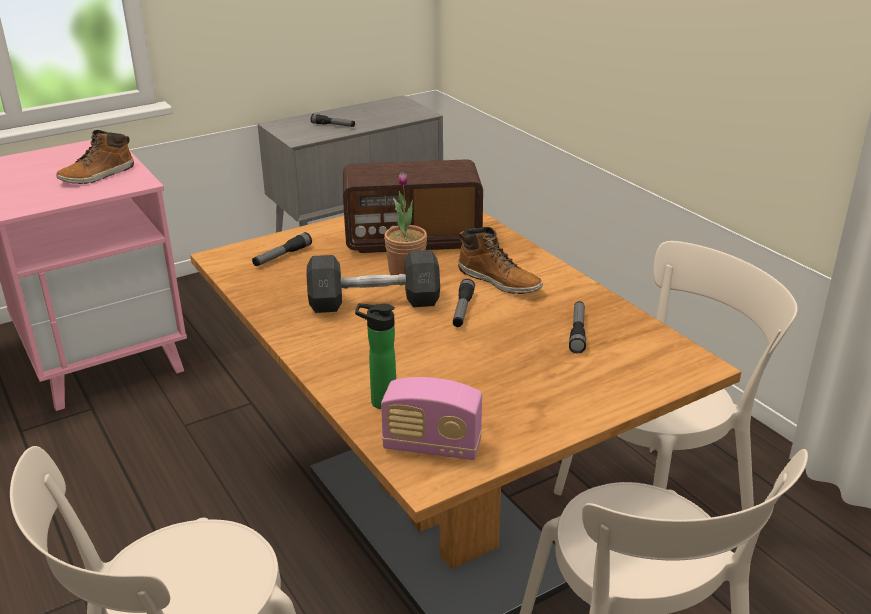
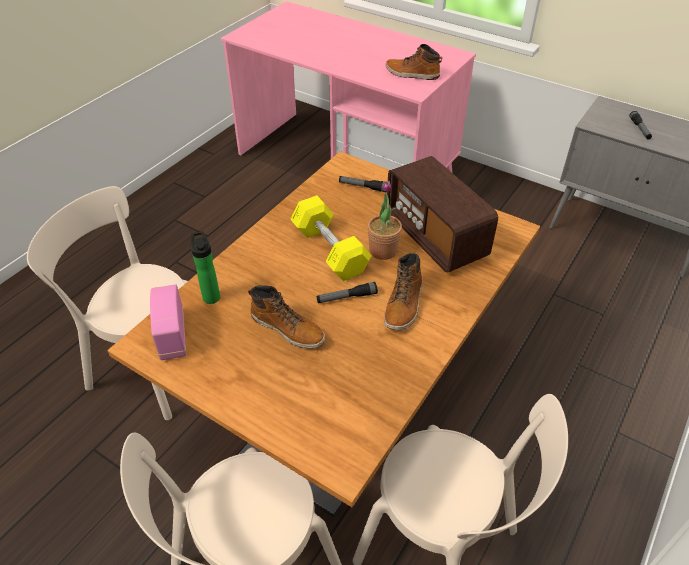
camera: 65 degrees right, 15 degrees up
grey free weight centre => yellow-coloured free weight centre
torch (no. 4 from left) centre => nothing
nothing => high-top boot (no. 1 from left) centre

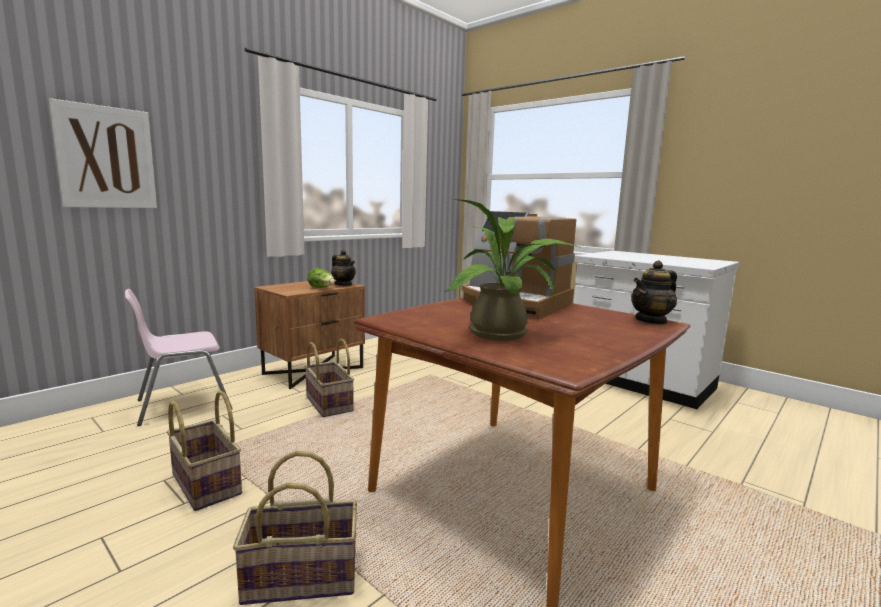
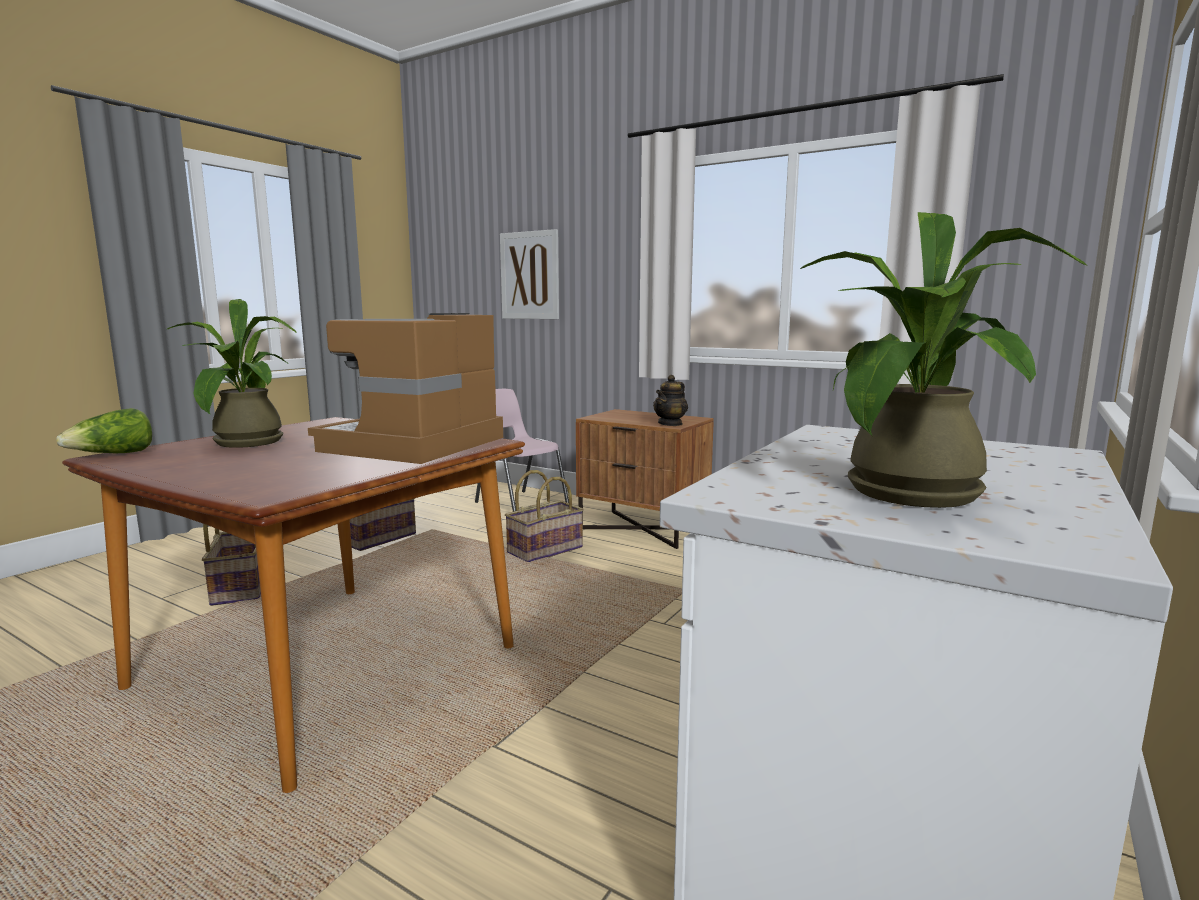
camera: 80 degrees right, 0 degrees up
teapot (no. 2 from left) middle right => nothing
lettuce centre => lettuce middle left, shifted
nothing => plant in a pot (no. 2 from left) middle right

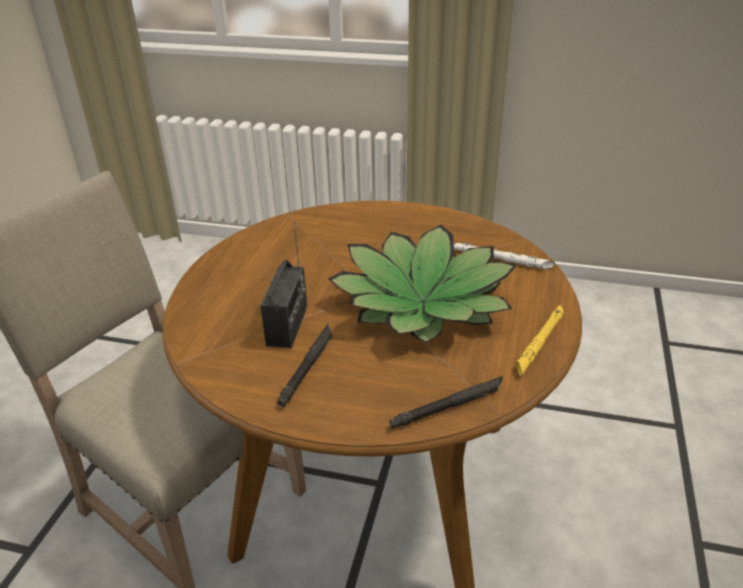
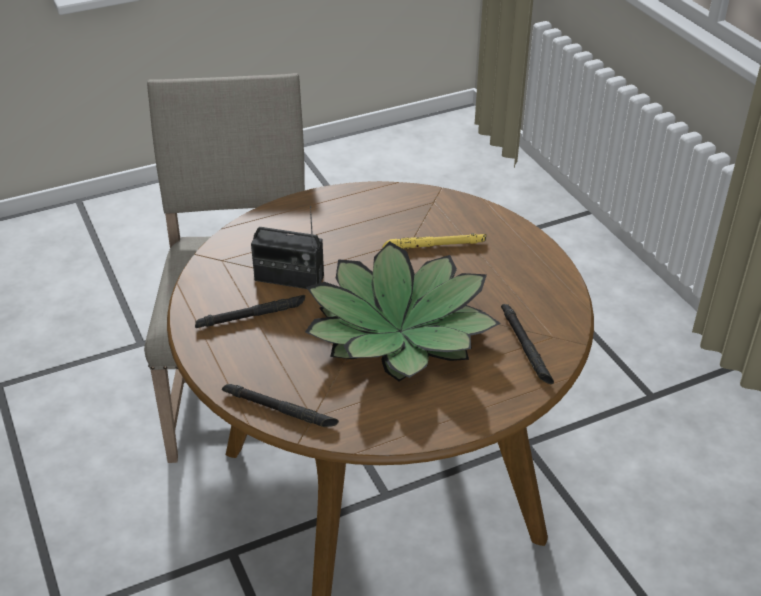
camera: 50 degrees right, 5 degrees up
radio centre, 45 degrees clockwise
whitish torch middle right => black-coloured torch (no. 3 from left) middle right
yellow-coloured torch middle right => yellow-coloured torch centre, shifted

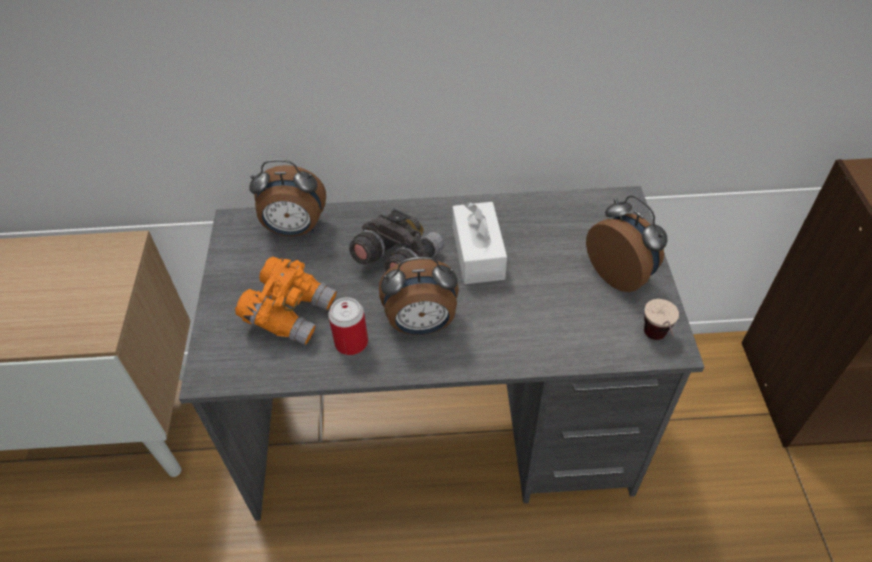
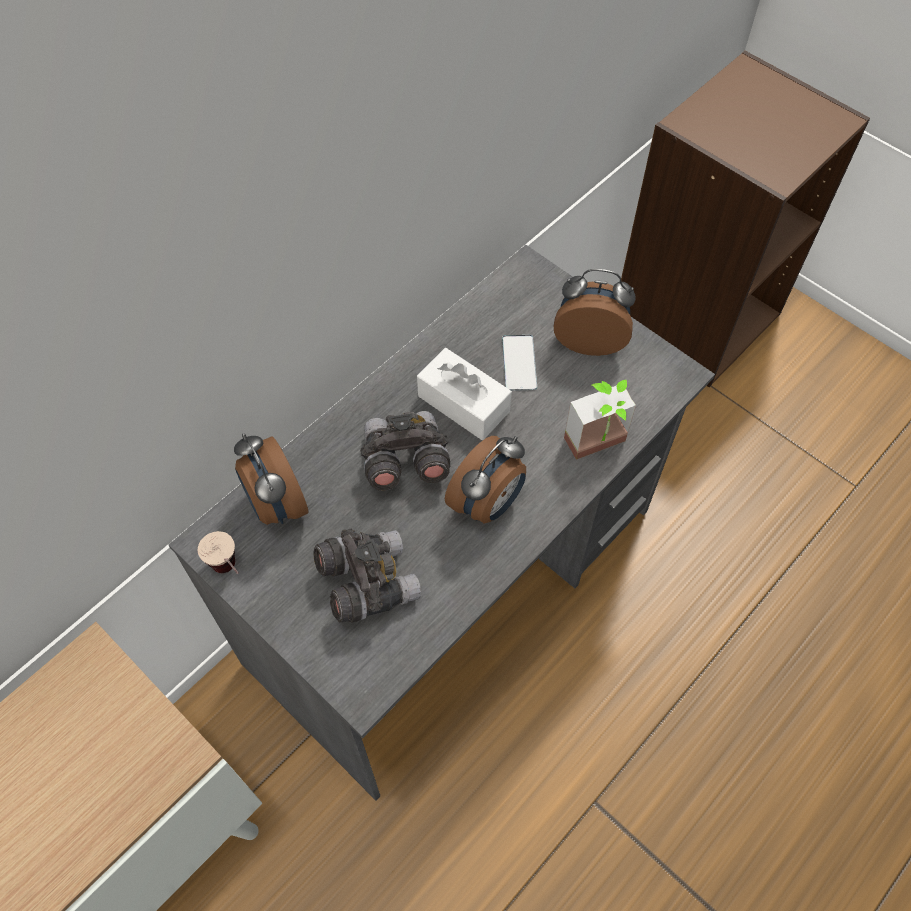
camera: 45 degrees left, 10 degrees up
alarm clock (no. 1 from left) middle left, 105 degrees clockwise
orange binoculars middle left => grey binoculars (no. 1 from left) centre
sealed can centre => nothing
drinking cup middle right => drinking cup middle left, shifted
nothing => phone centre
nothing => plant in a pot centre

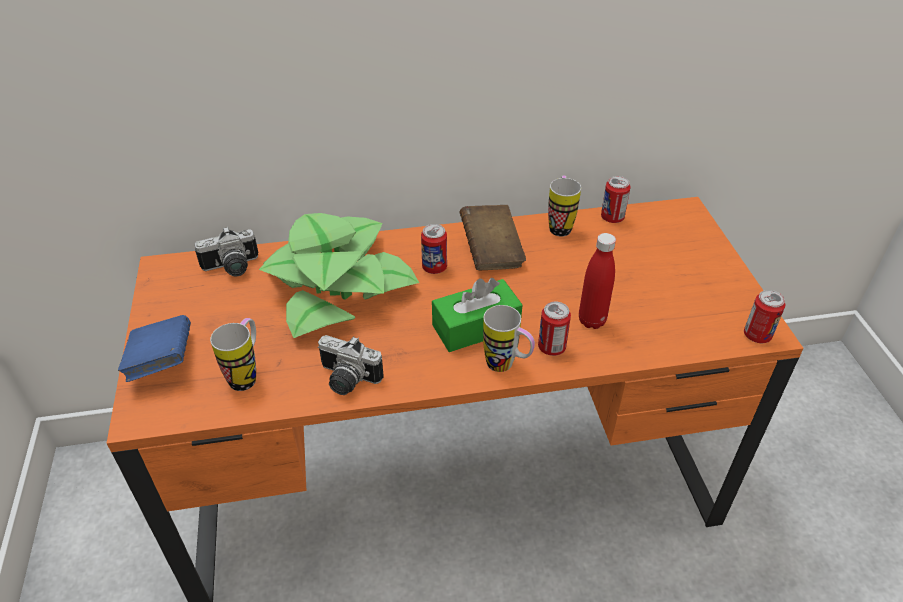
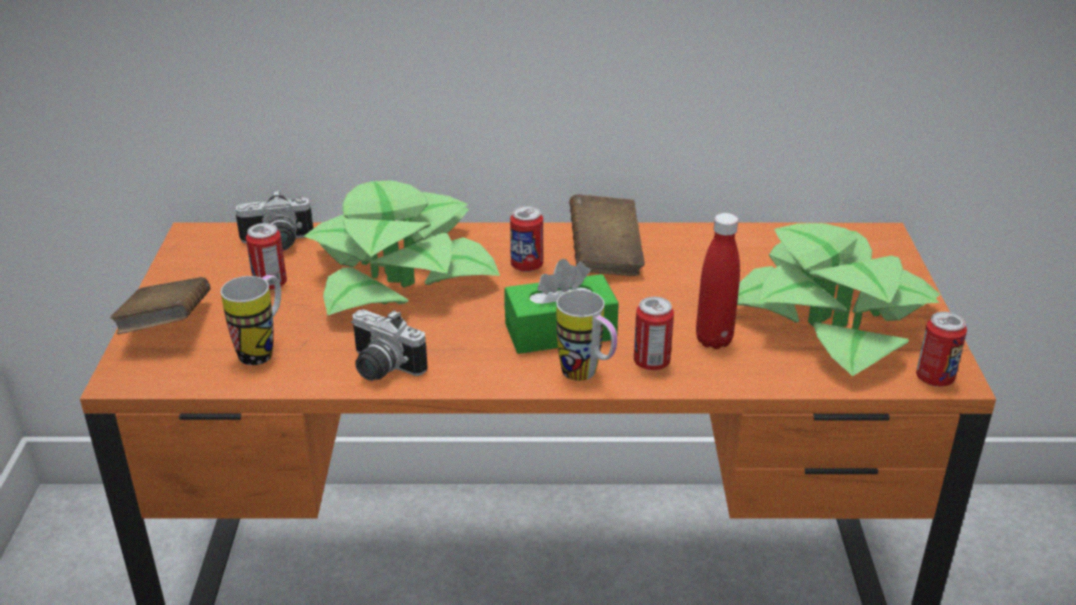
camera: 10 degrees right, 10 degrees down
coffee mug (no. 3 from left) centre => nothing
sealed can (no. 3 from left in the first image) top right => sealed can (no. 1 from left) middle left, shifted
blue book middle left => brown-coloured book (no. 1 from left) middle left
nothing => plant in a pot (no. 2 from left) middle right

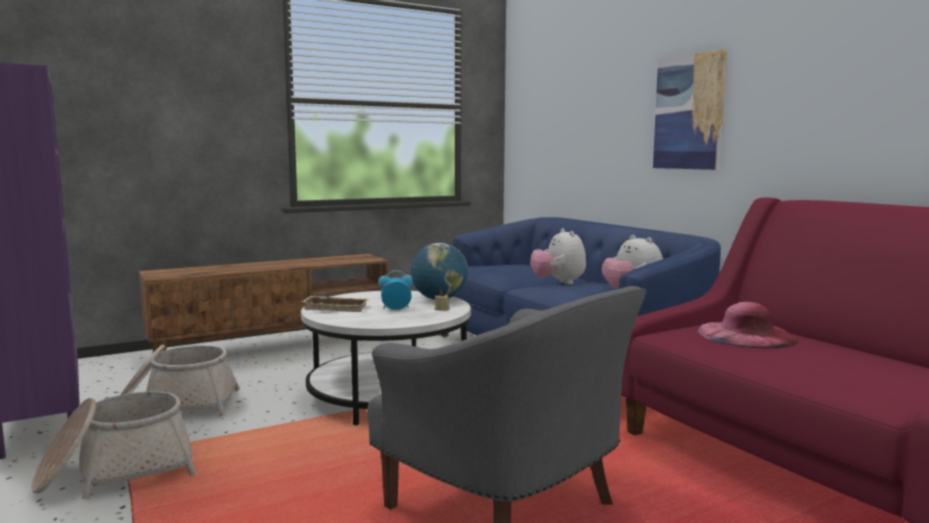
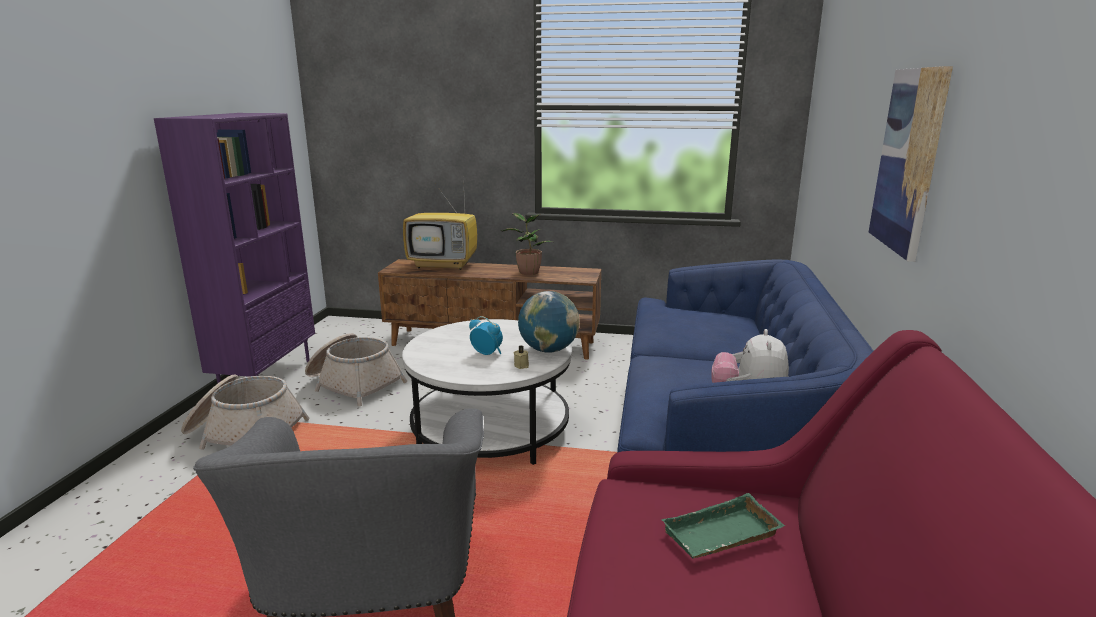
camera: 40 degrees right, 10 degrees up
plush toy (no. 1 from left) centre => nothing
beige serving tray centre => nothing
pink-coloured clothing hat middle right => green-coloured serving tray bottom centre
nothing => TV centre
nothing => plant in a pot centre

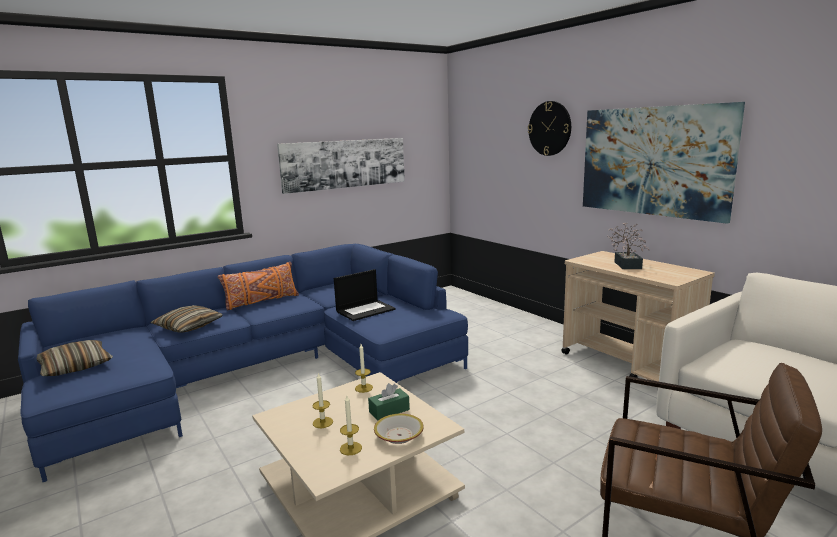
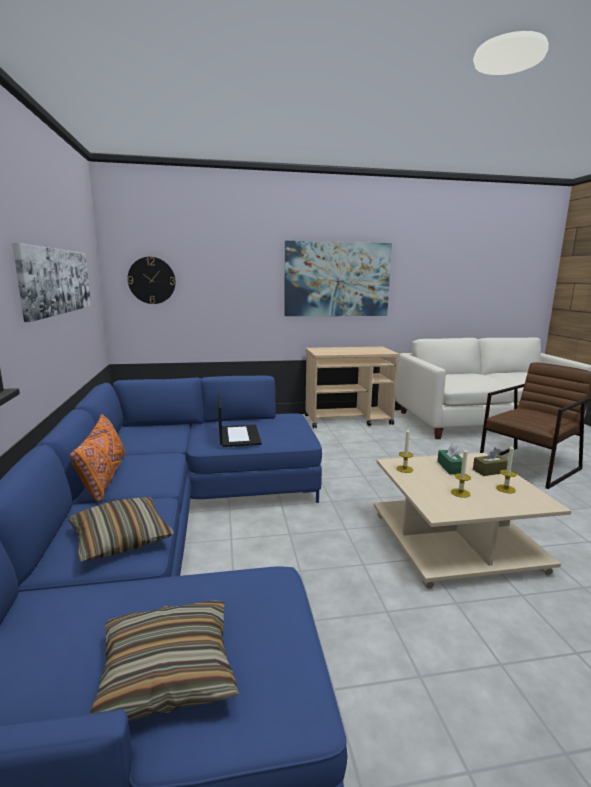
camera: 65 degrees left, 0 degrees up
clock on the wall top centre => clock on the wall middle left, shifted
plant in a pot middle right => nothing
deep dish bottom centre => brown-coloured tissue holder middle right

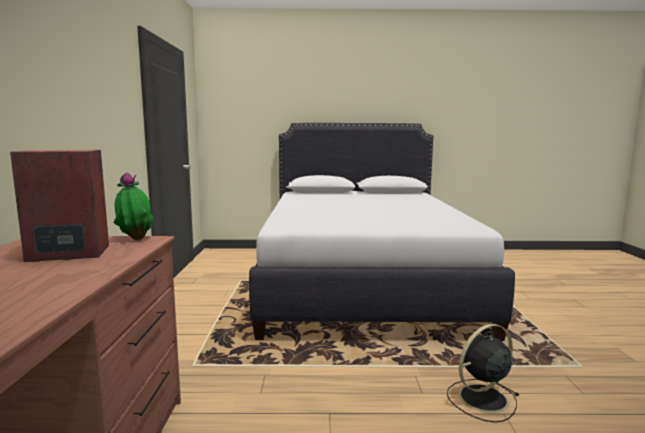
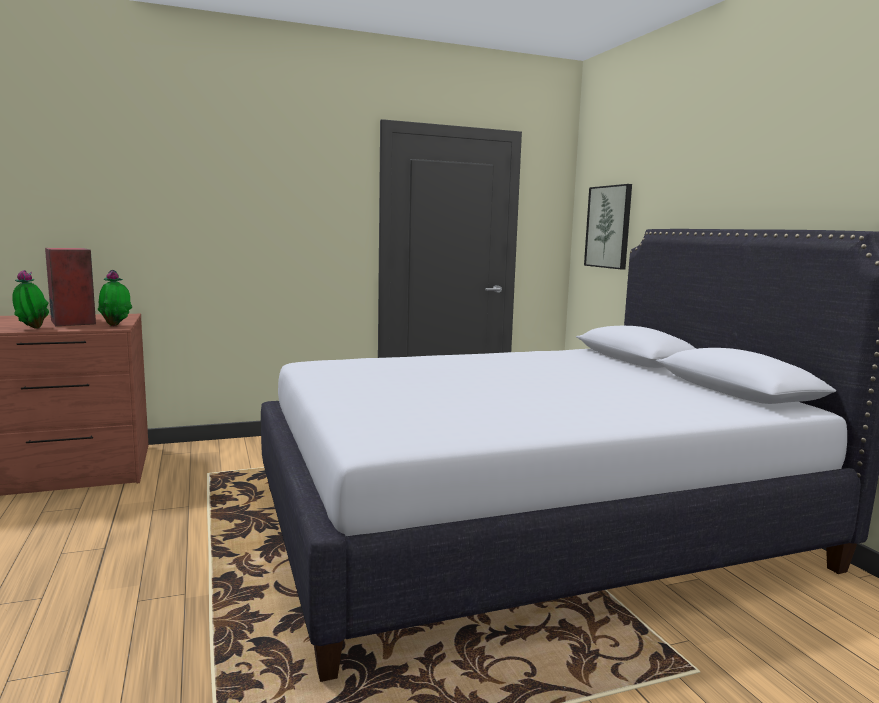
camera: 70 degrees right, 0 degrees up
black-coloured electric fan bottom right => nothing
nothing => wall art top right
nothing => plant in a pot (no. 1 from left) middle left

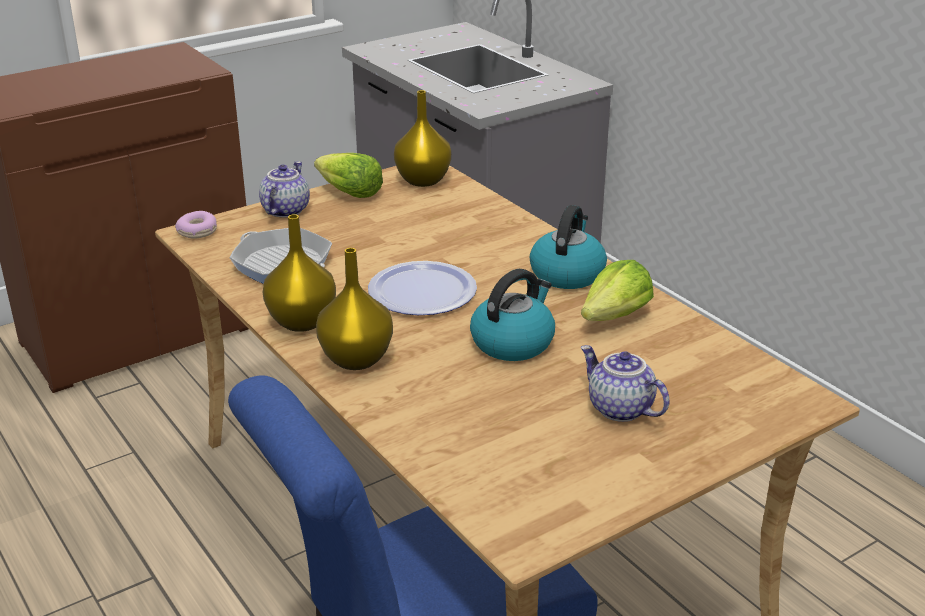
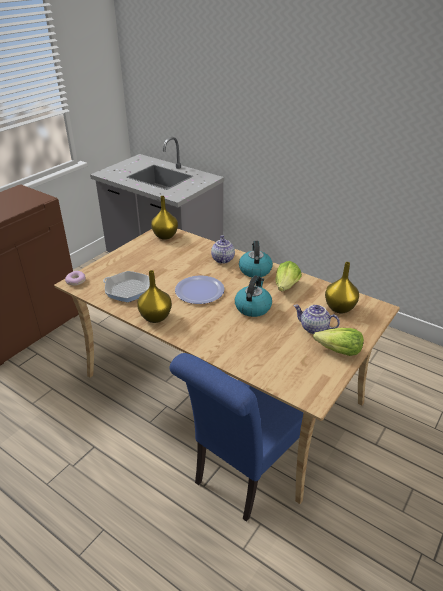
camera: 20 degrees left, 5 degrees up
lettuce (no. 1 from left in the first image) top centre => lettuce (no. 2 from left) middle right, shifted
teapot (no. 1 from left) top left => teapot (no. 1 from left) centre, shifted
yellow-coloured vase (no. 2 from left in the first image) centre => yellow-coloured vase (no. 3 from left) middle right, shifted

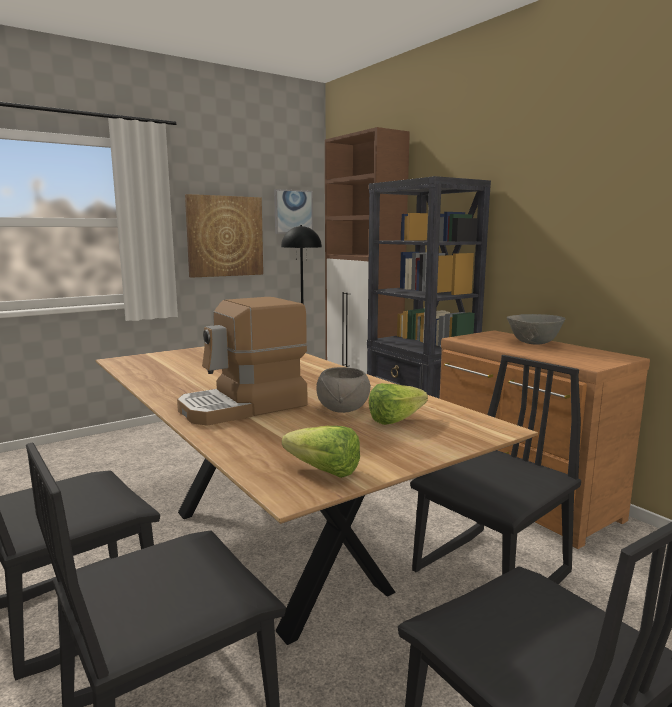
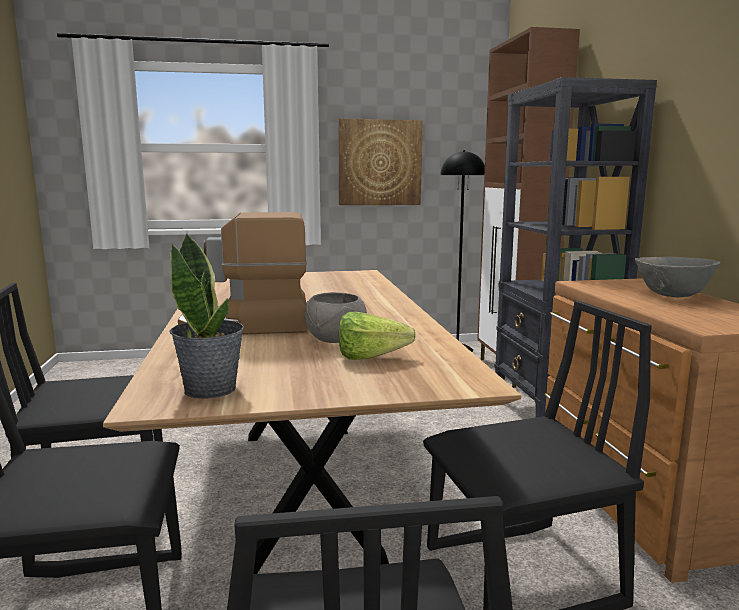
camera: 25 degrees right, 0 degrees up
wall art (no. 2 from left) top centre => nothing
lettuce (no. 1 from left) centre => plant in a pot middle left

